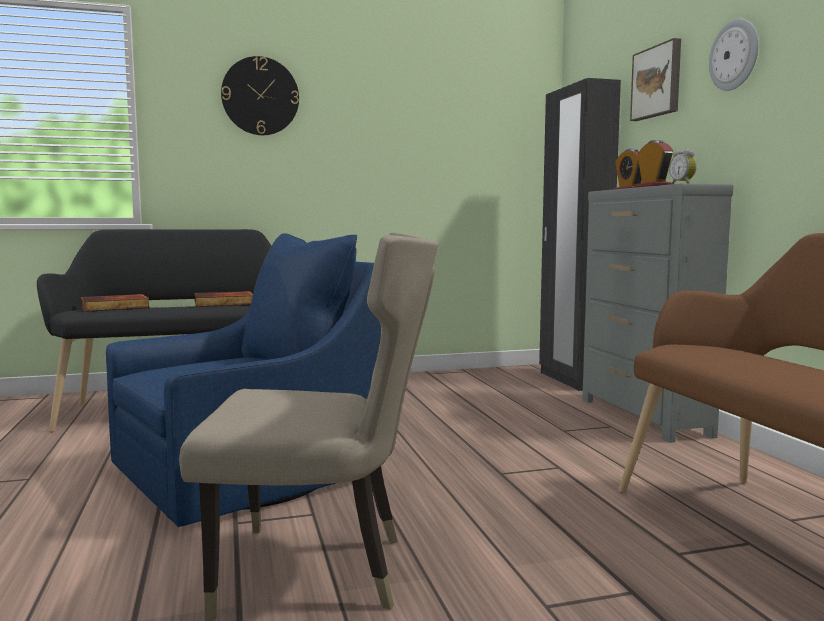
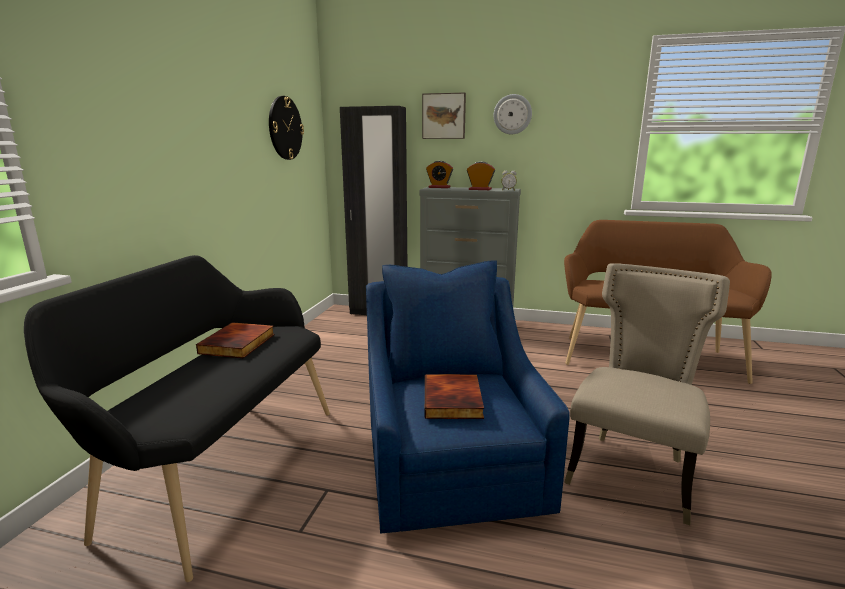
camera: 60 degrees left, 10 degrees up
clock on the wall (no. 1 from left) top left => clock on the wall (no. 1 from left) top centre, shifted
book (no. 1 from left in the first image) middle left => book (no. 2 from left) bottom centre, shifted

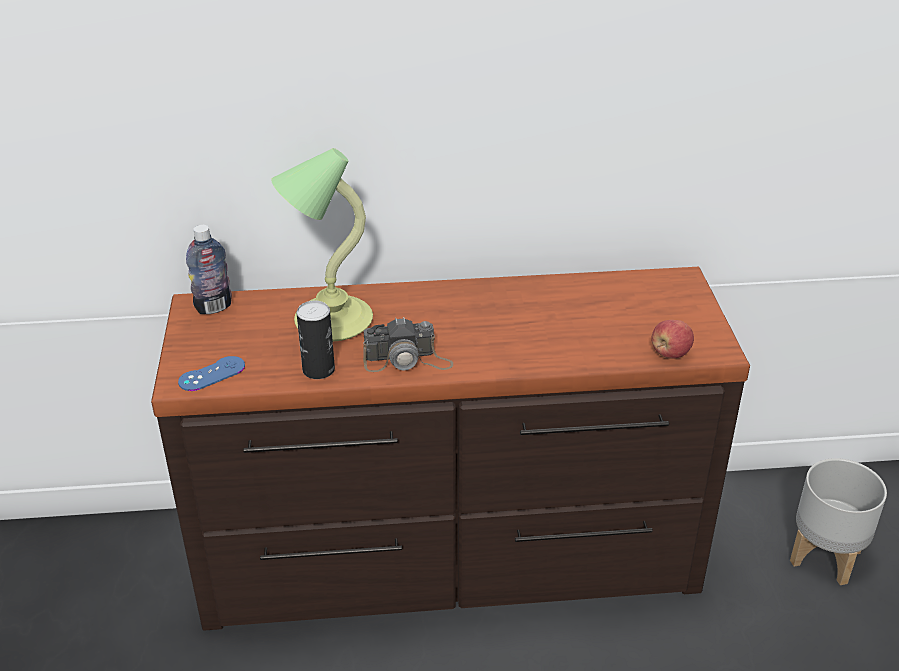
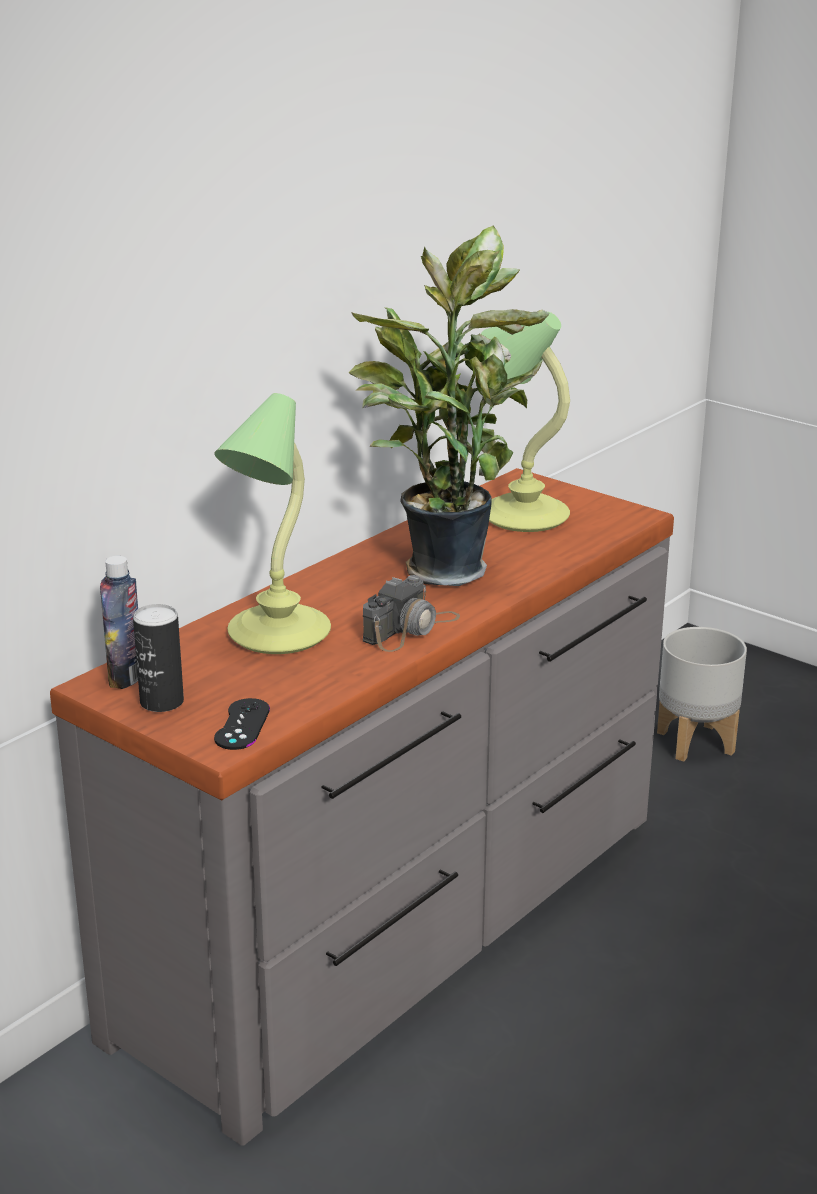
camera: 45 degrees left, 10 degrees down
brown-coloured drawer chest bottom centre => grey drawer chest bottom centre
sealed can centre => sealed can middle left, shifted
apple middle right => nothing
blue game controller middle left => black-coloured game controller middle left
nothing => plant in a pot centre
nothing => lamp for a table (no. 2 from left) centre

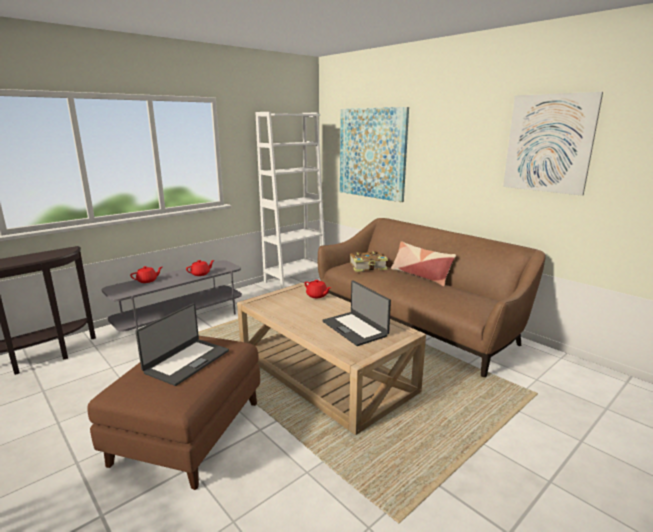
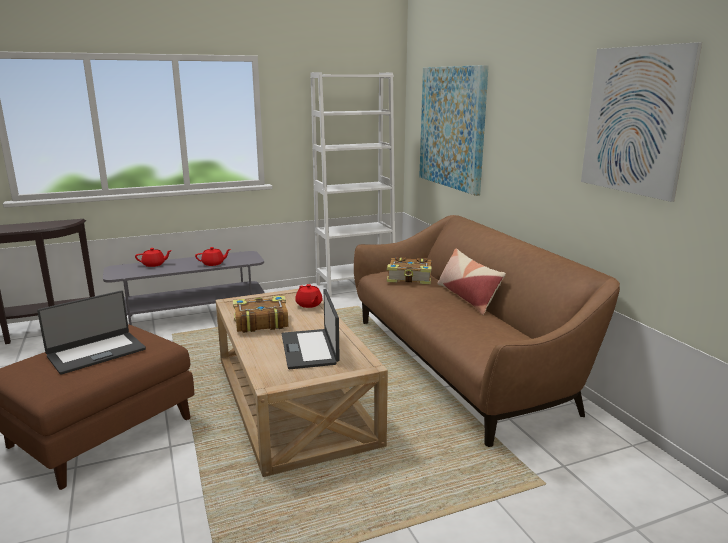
camera: 20 degrees right, 0 degrees up
nothing => book (no. 1 from left) centre

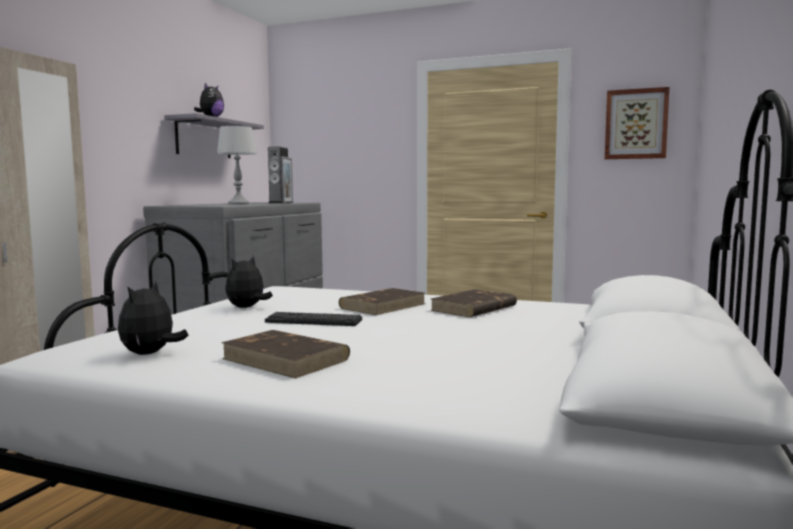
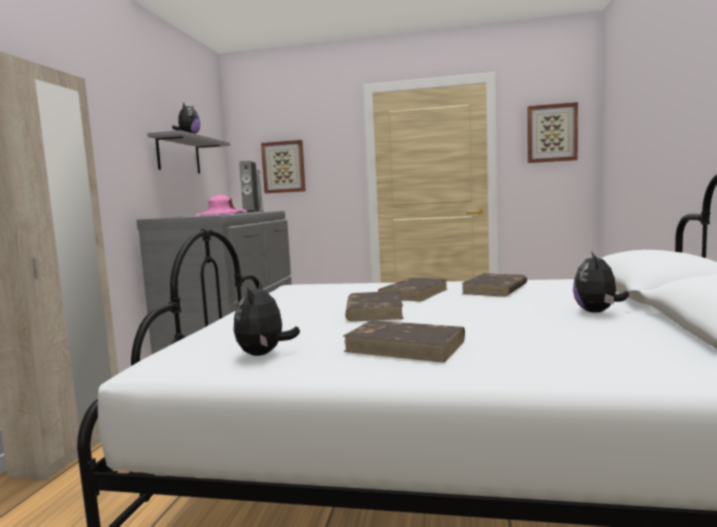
camera: 10 degrees left, 0 degrees up
grey lamp for a table top left => pink-coloured clothing hat middle left
plush toy (no. 3 from left) middle left => plush toy (no. 3 from left) middle right, shifted
keyboard centre => brown-coloured book (no. 1 from left) centre
nothing => wall art (no. 1 from left) top centre

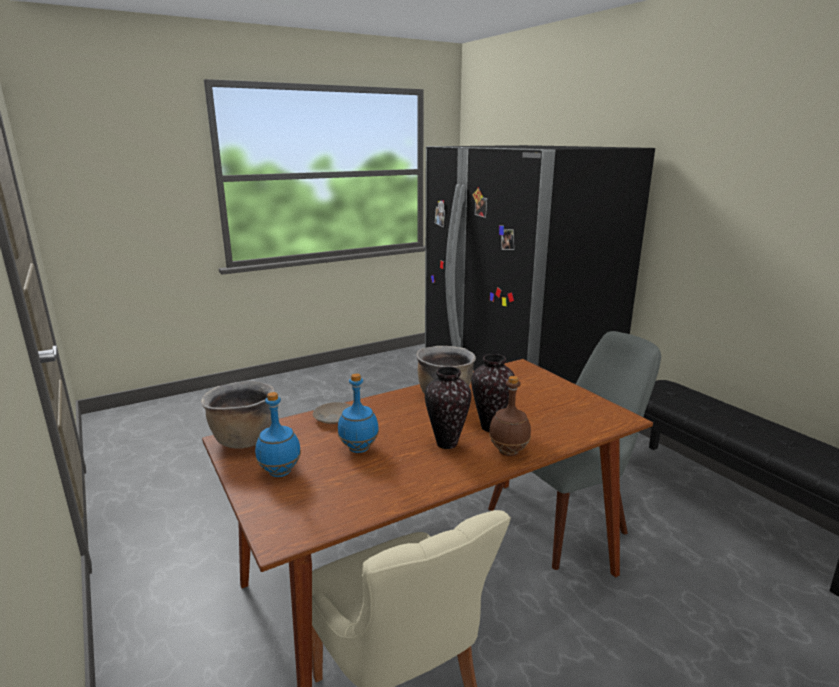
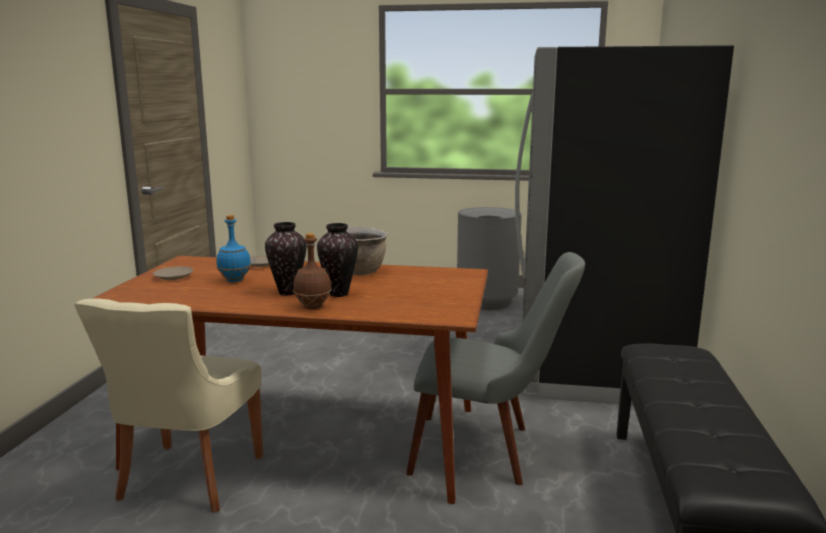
camera: 40 degrees right, 5 degrees down
brown-coloured saucepot (no. 1 from left) middle left => nothing
blue drink bottle (no. 1 from left) middle left => beige flat dish (no. 1 from left) middle left
nothing => grey waste bin centre

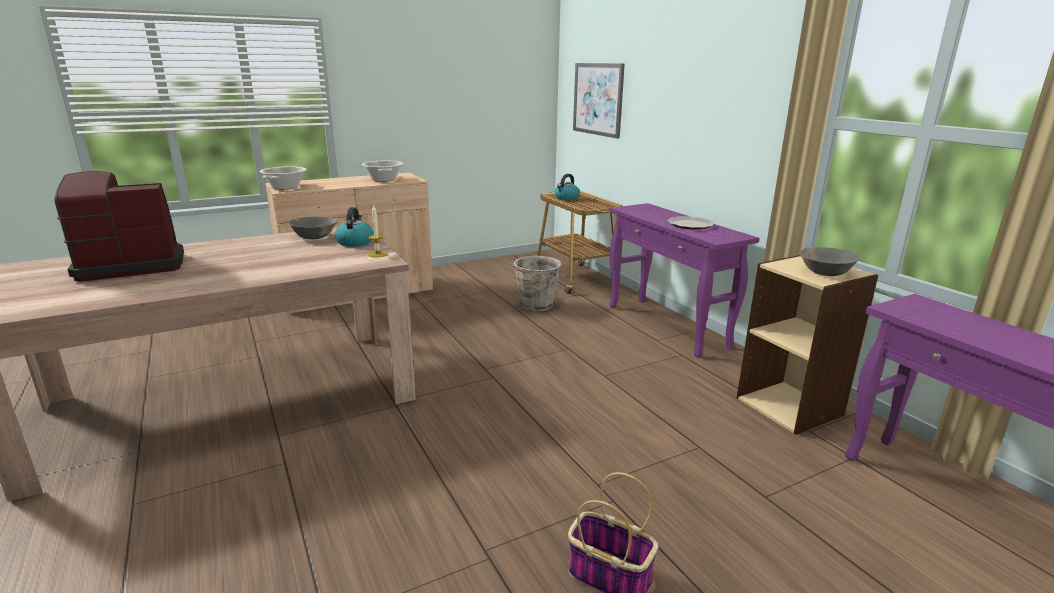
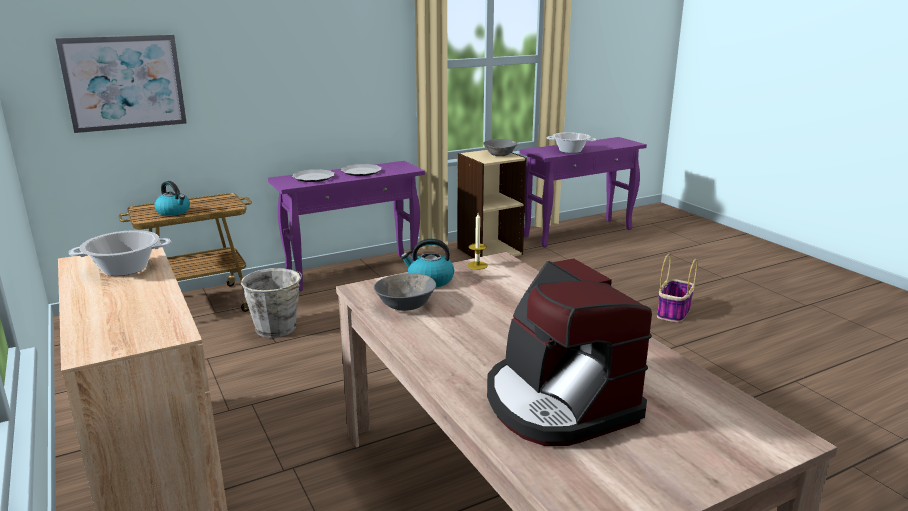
camera: 90 degrees left, 0 degrees up
saucepot (no. 1 from left in the first image) top left => saucepot (no. 2 from left) top centre, shifted
nothing => flat dish (no. 1 from left) centre

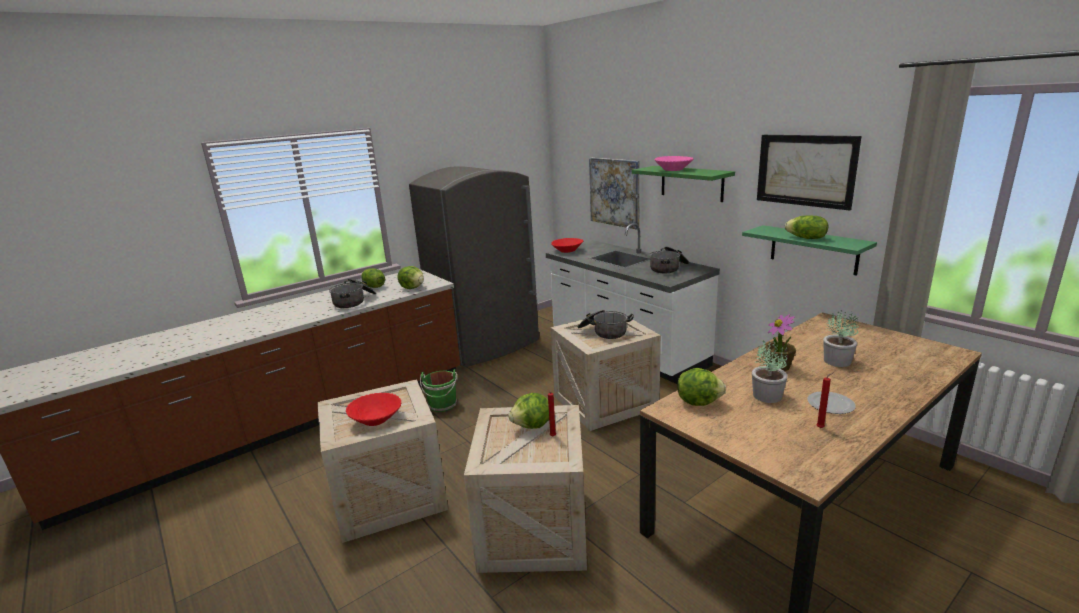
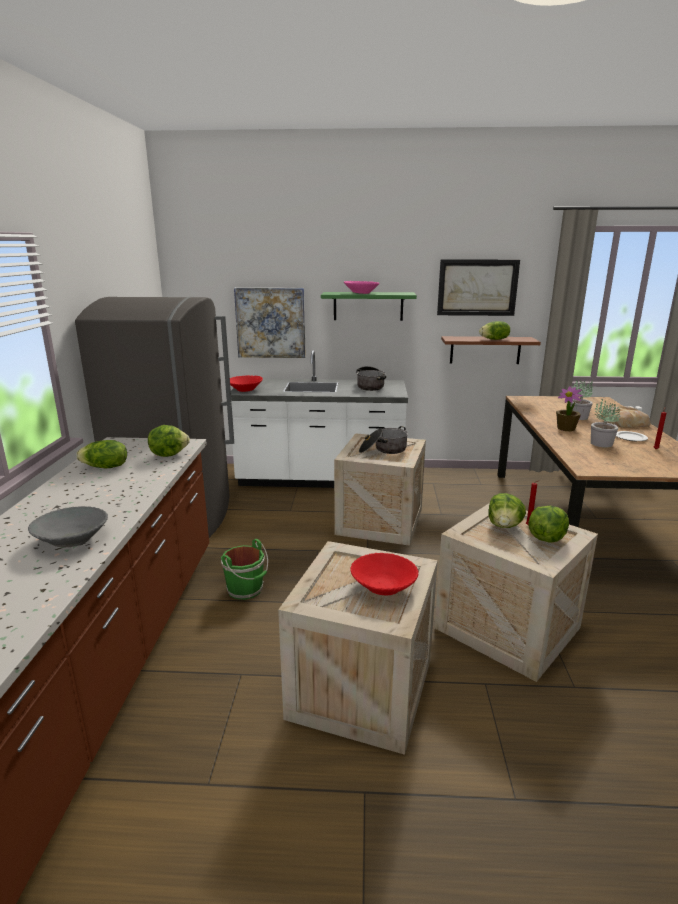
camera: 50 degrees left, 0 degrees up
green-coloured shelf (no. 2 from left) middle right => brown-coloured shelf middle right
saucepot (no. 1 from left) middle left => nothing
lettuce (no. 4 from left in the first image) centre => lettuce (no. 5 from left) middle right, shifted
nothing => bread middle right
nothing => grey deep dish middle left

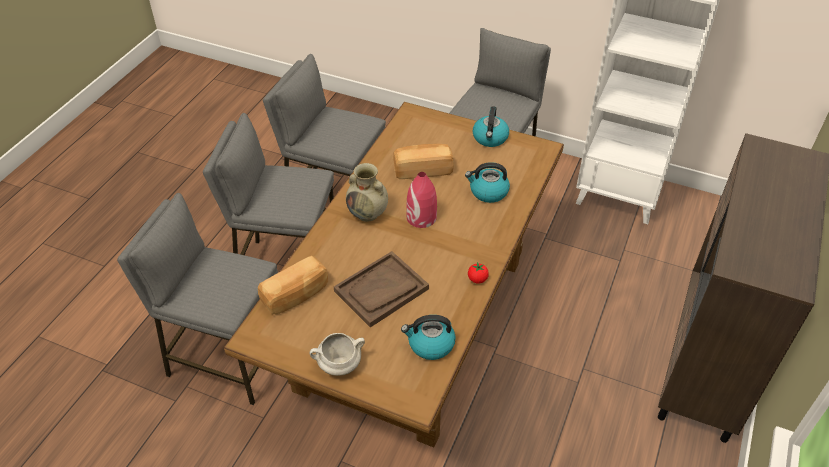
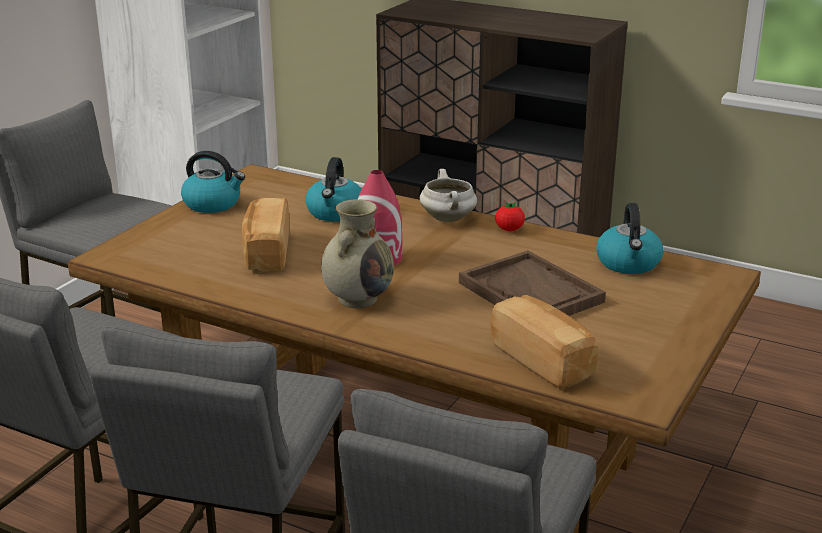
camera: 85 degrees left, 20 degrees down
whitish saucepot bottom centre => whitish saucepot centre, shifted

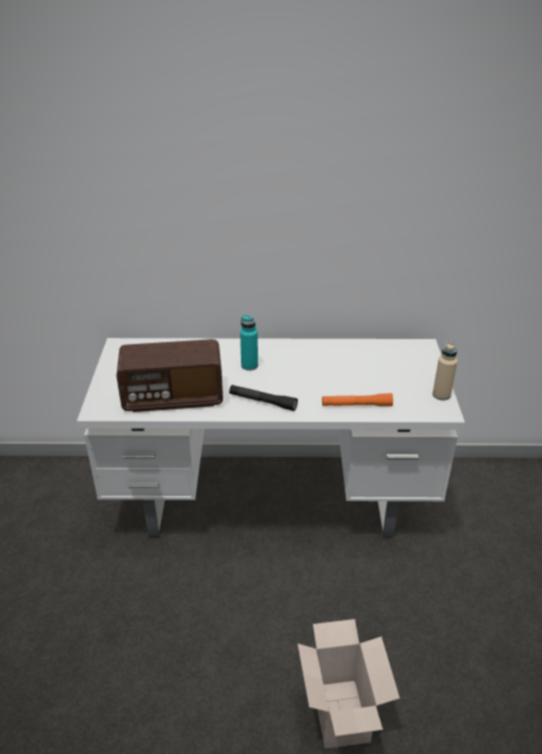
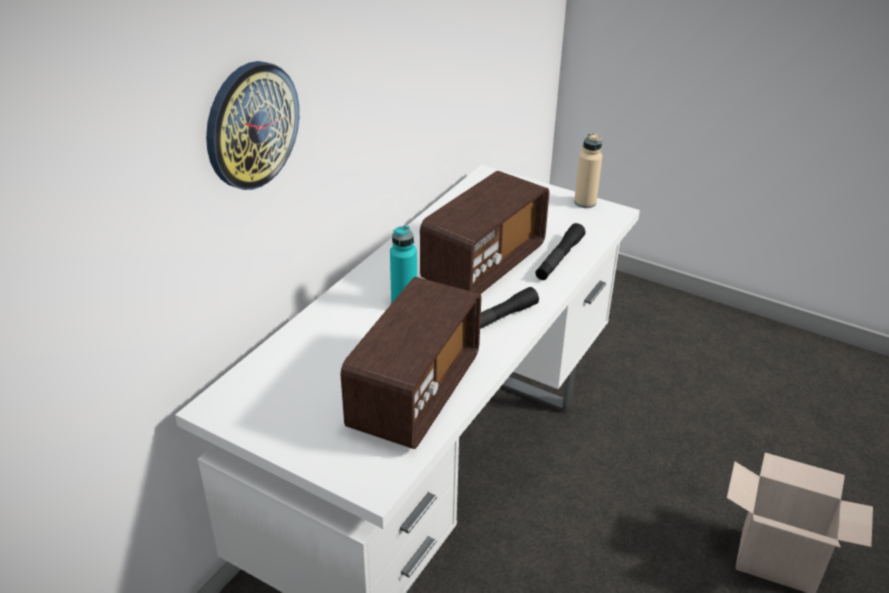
camera: 60 degrees left, 0 degrees up
orange torch centre => black-coloured torch (no. 2 from left) centre
nothing => clock on the wall top left
nothing => radio (no. 2 from left) centre

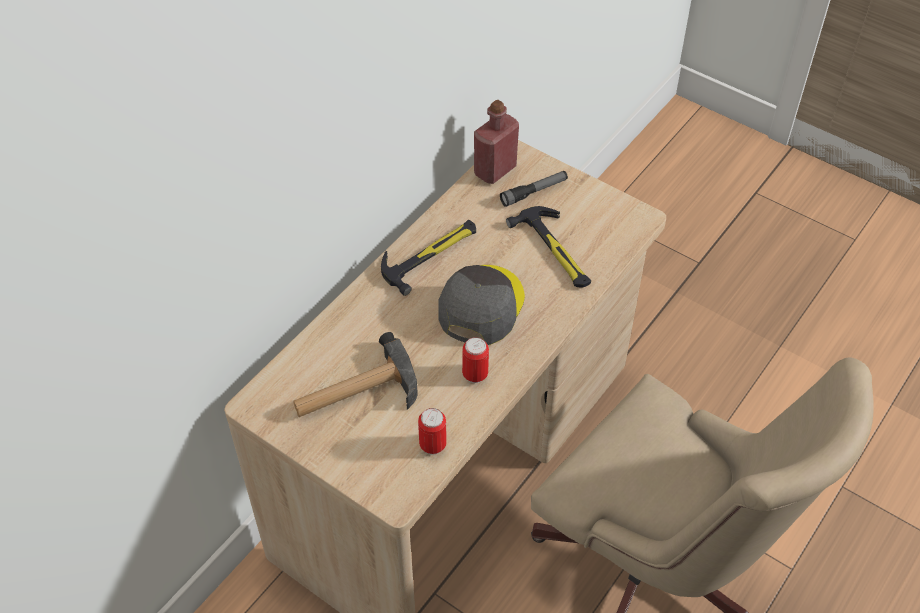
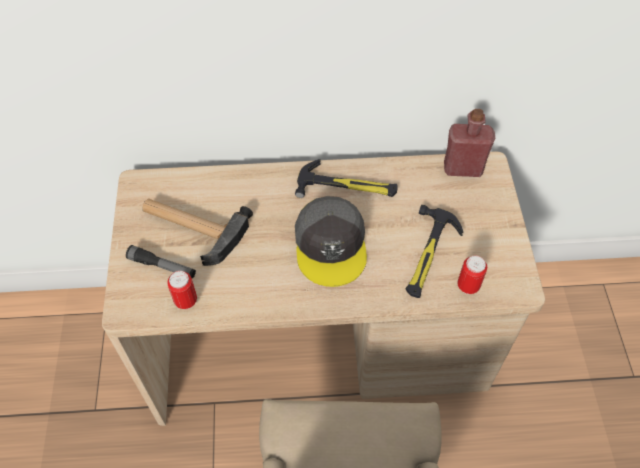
camera: 50 degrees right, 5 degrees up
torch top centre => torch middle left, shifted
grey cap centre, 105 degrees clockwise
sealed can (no. 2 from left) centre => sealed can (no. 2 from left) middle right, shifted

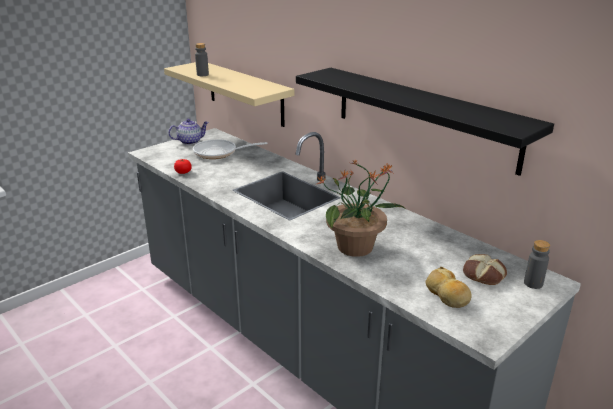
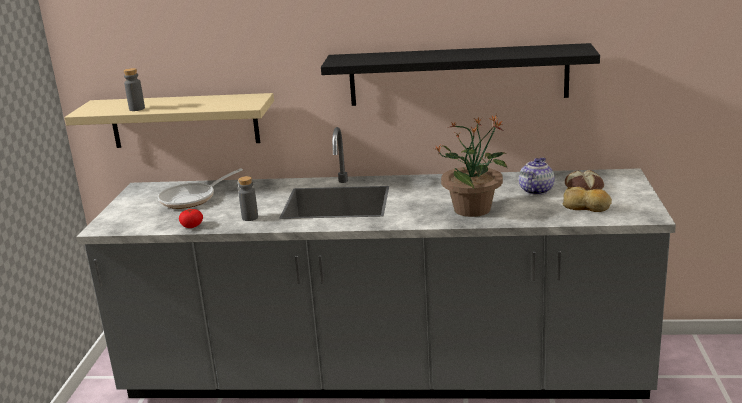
camera: 40 degrees left, 5 degrees down
teapot top left => teapot middle right, shifted
grey drink bottle (no. 2 from left) middle right => grey drink bottle (no. 2 from left) centre, shifted

